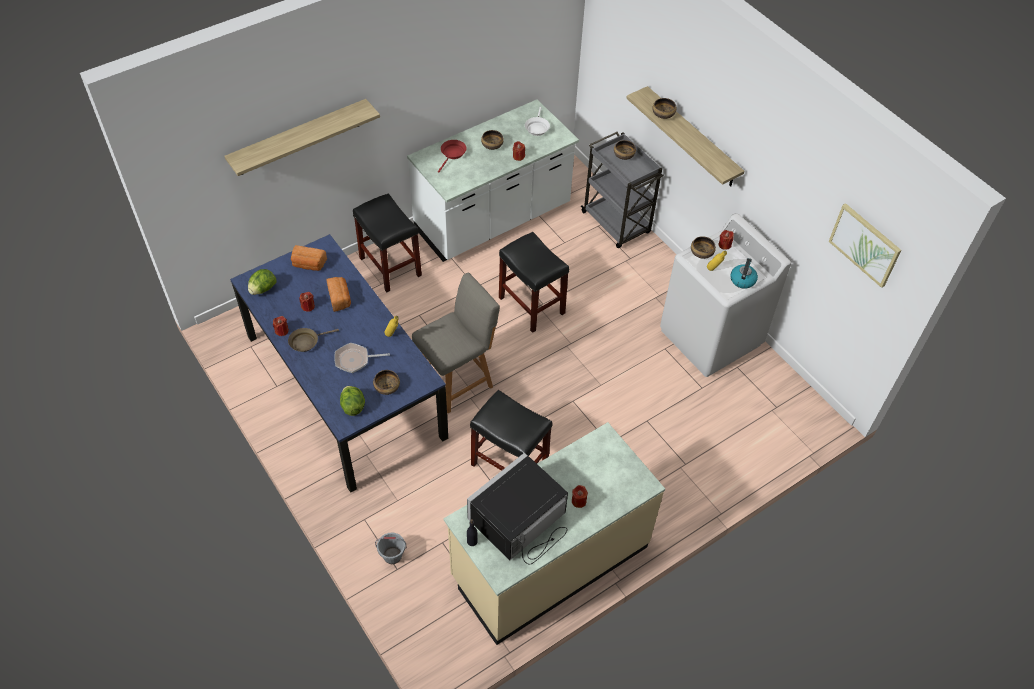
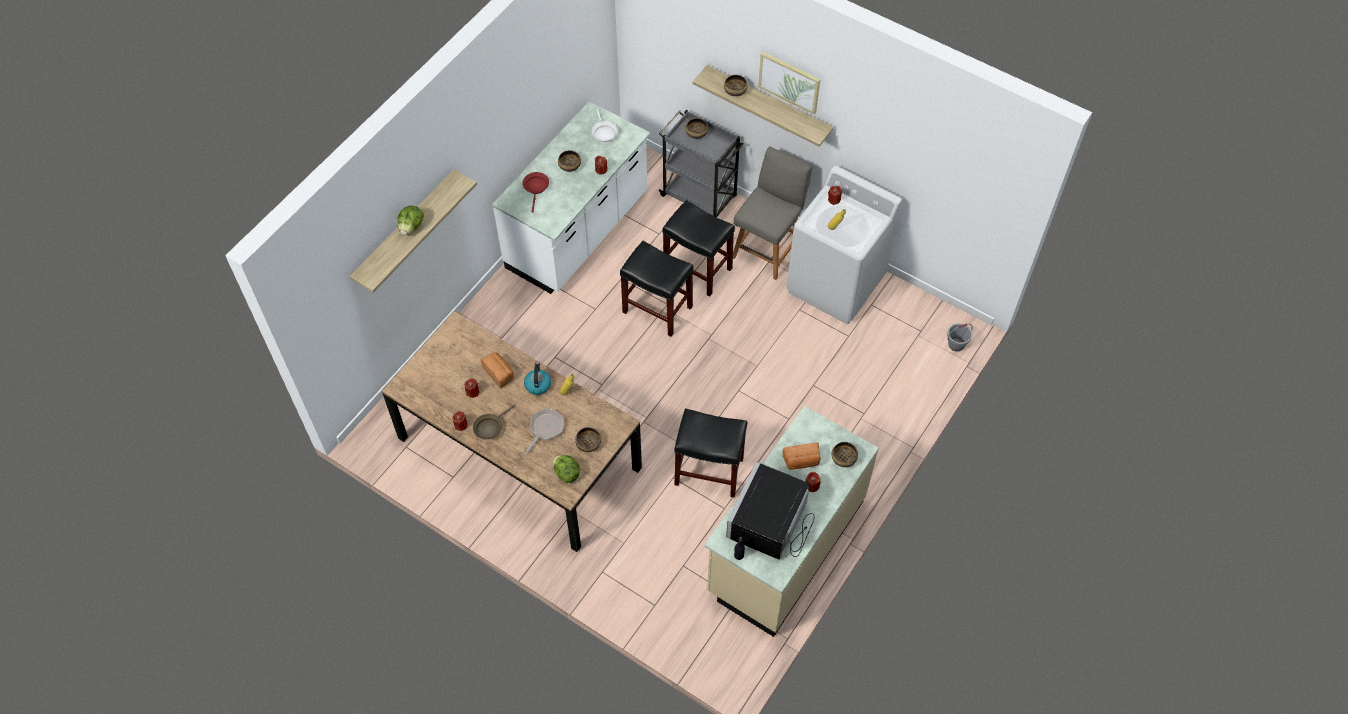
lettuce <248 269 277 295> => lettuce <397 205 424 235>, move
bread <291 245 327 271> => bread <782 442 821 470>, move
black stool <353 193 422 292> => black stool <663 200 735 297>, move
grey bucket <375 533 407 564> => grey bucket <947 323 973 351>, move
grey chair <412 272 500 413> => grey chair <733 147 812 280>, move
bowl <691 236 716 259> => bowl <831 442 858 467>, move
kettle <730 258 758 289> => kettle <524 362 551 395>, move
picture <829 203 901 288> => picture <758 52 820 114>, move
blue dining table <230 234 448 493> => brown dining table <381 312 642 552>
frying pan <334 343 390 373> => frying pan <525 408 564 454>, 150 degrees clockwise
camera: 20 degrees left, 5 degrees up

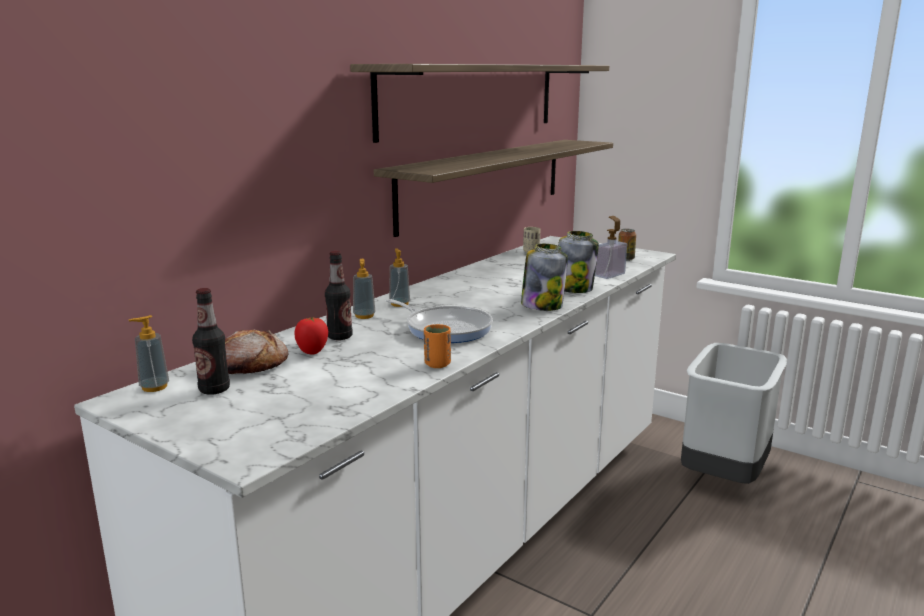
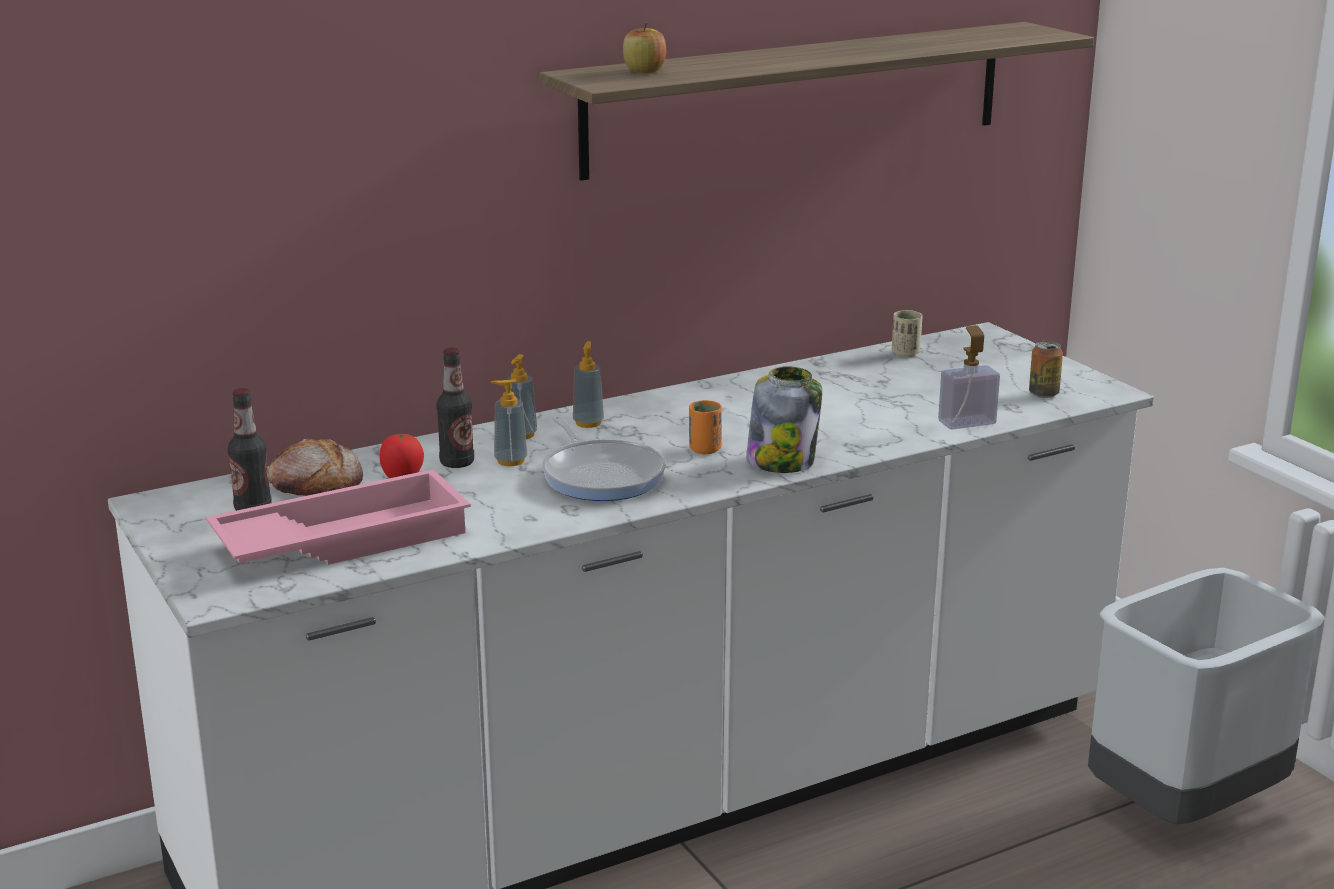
shelf <374 140 613 237> => nothing
jar <558 231 599 293> => nothing
nothing => pink tray <206 469 471 565>
nothing => apple <623 23 666 73>
soap dispenser <129 315 169 392> => soap dispenser <491 379 527 466>, move
orange cup <424 324 451 368> => orange cup <689 400 722 454>, move
camera: 25 degrees right, 5 degrees up

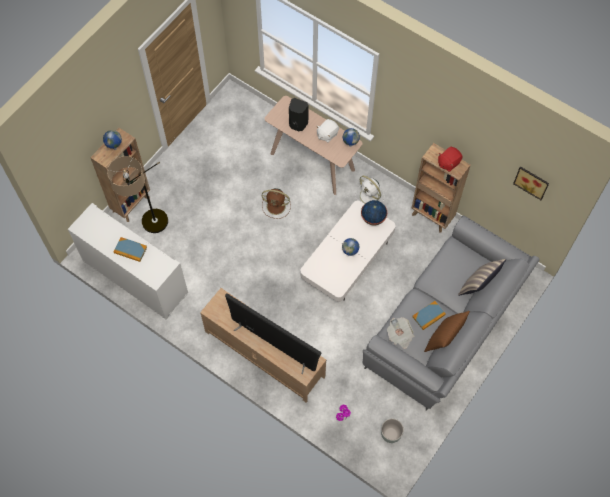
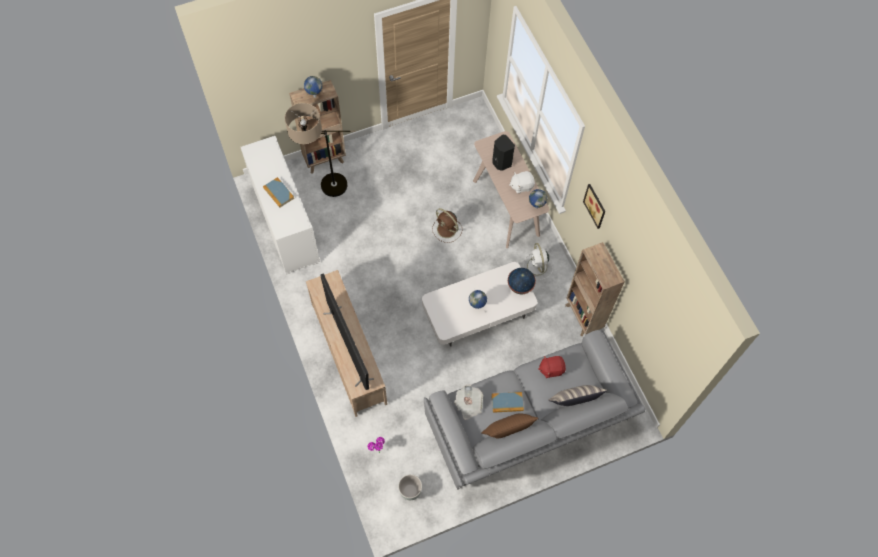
red plush toy <438 147 463 172> => red plush toy <538 356 566 378>, move
picture <513 166 549 200> => picture <583 184 606 229>, move
camera: 30 degrees right, 0 degrees up

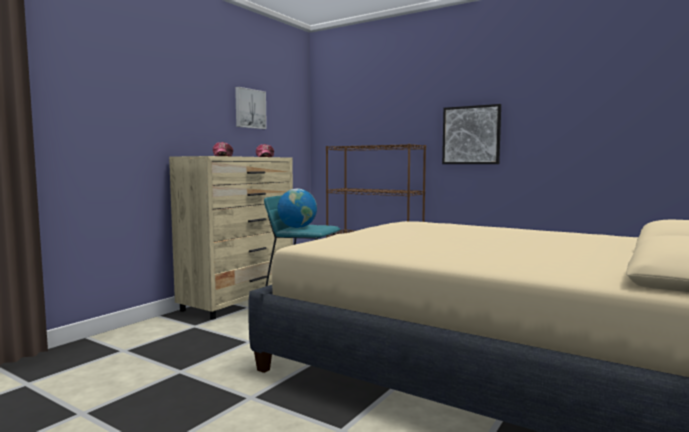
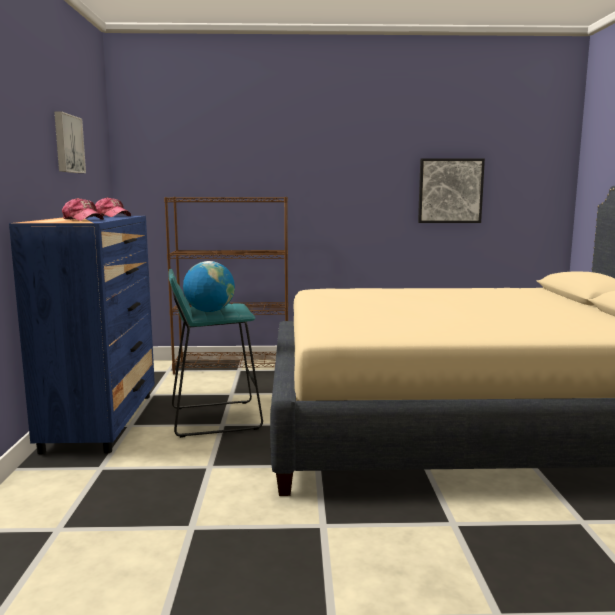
picture <442 104 501 164> => picture <418 158 485 223>, move
beige dresser <169 156 293 320> => blue dresser <9 216 155 454>
camera: 35 degrees left, 5 degrees up

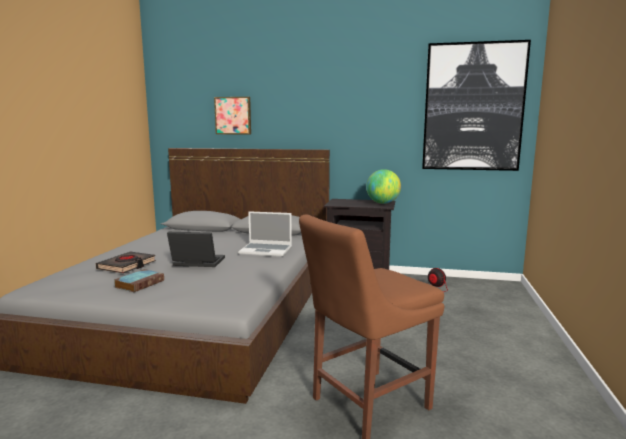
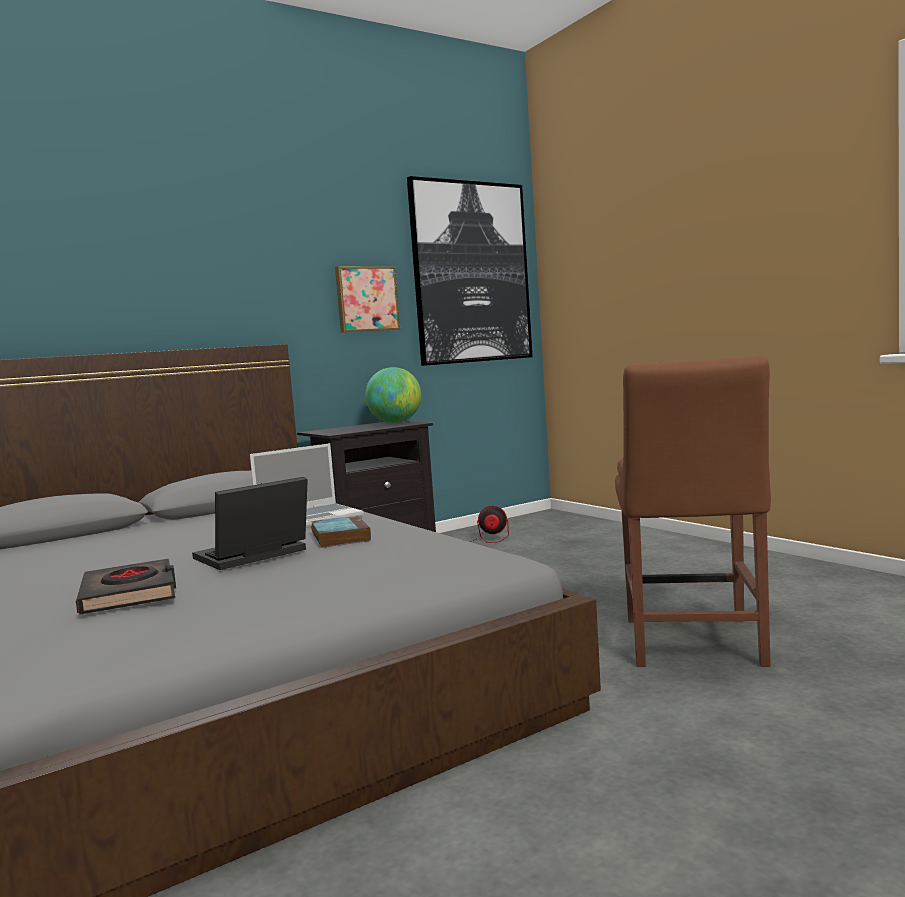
book <114 269 164 292> => book <311 515 371 548>, move
picture <214 97 251 134> => picture <335 266 400 333>, move
camera: 45 degrees left, 5 degrees down

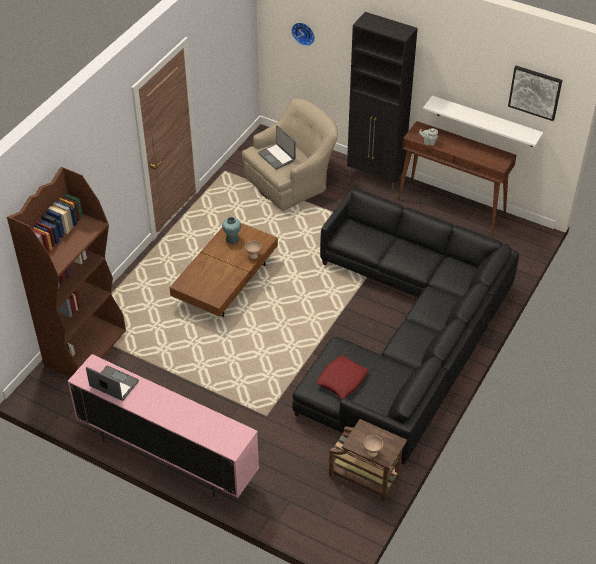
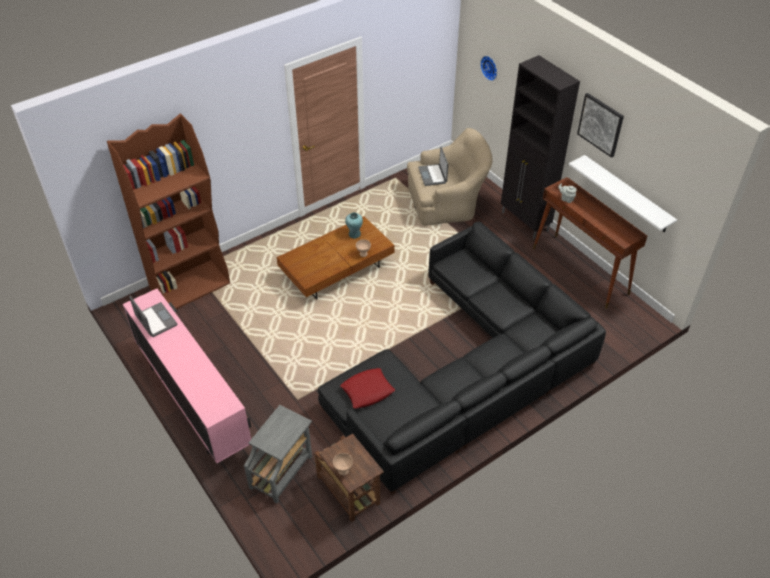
nothing => grey side table <244 405 312 504>
picture <508 66 562 121> => picture <577 93 624 158>, move
camera: 25 degrees right, 0 degrees up

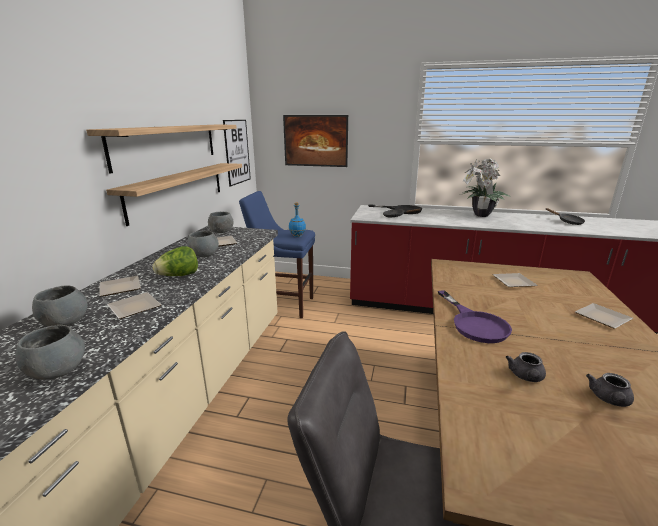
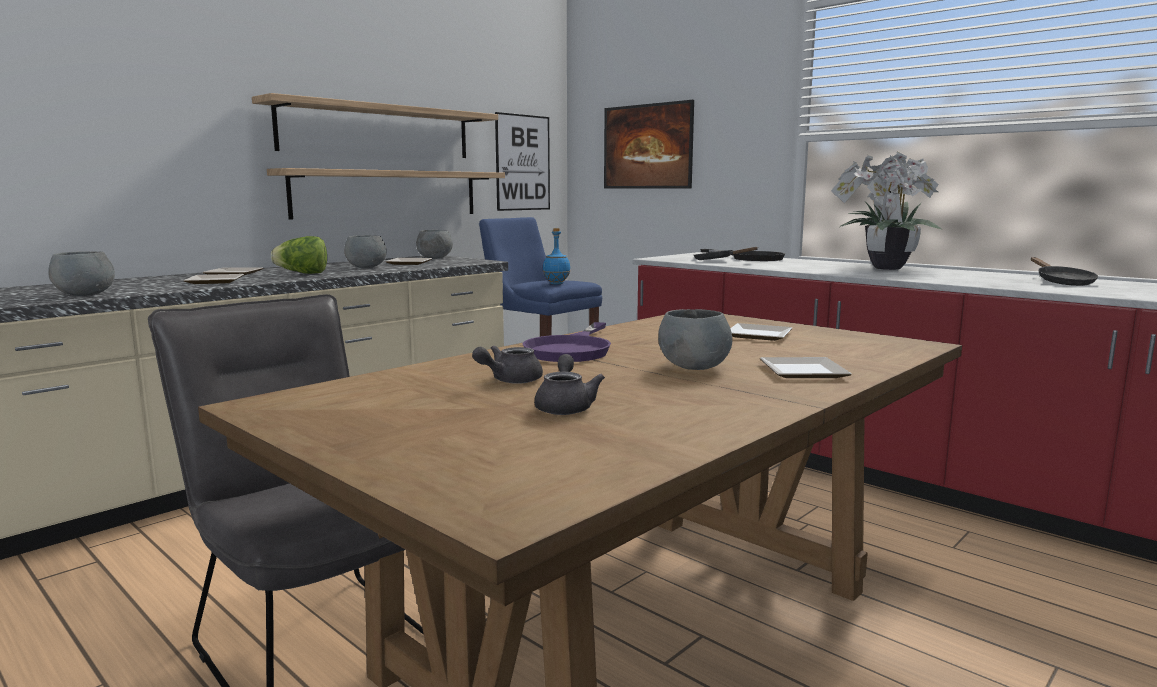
grey bowl <32 286 88 326> => grey bowl <658 309 732 370>, move
grey teapot <586 373 634 407> => grey teapot <534 354 605 415>, 120 degrees clockwise
camera: 30 degrees right, 10 degrees down

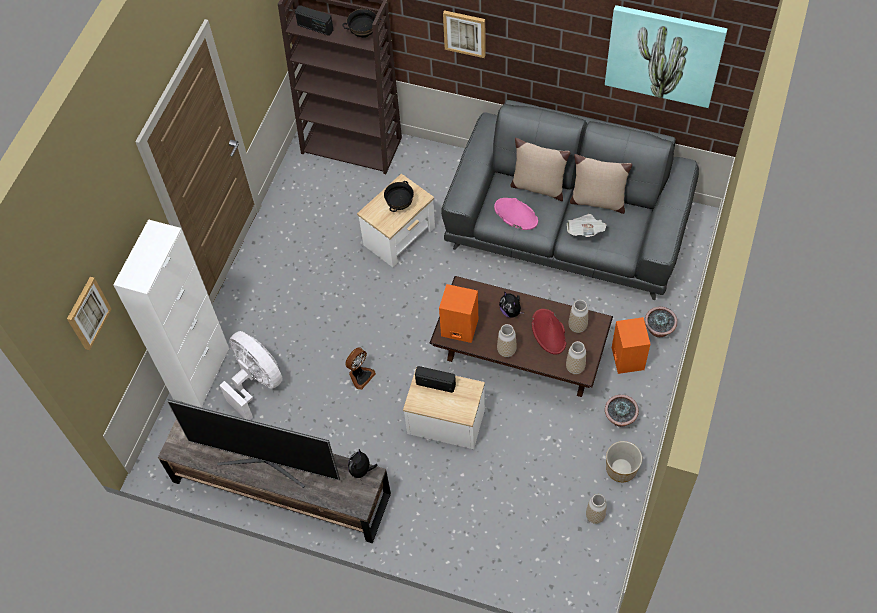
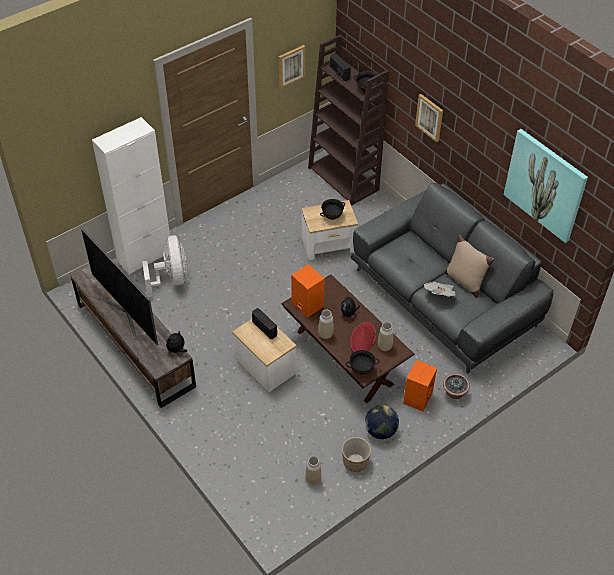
fan <345 347 376 390> => nothing
pink hat <494 198 538 230> => nothing
beige pillow <510 138 570 201> => nothing
picture <67 277 112 350> => picture <279 45 305 88>, move
vase <566 341 586 374> => black bowl <346 350 379 374>
potted plant <605 395 639 427> => globe <365 405 399 439>
camera: 30 degrees right, 10 degrees down

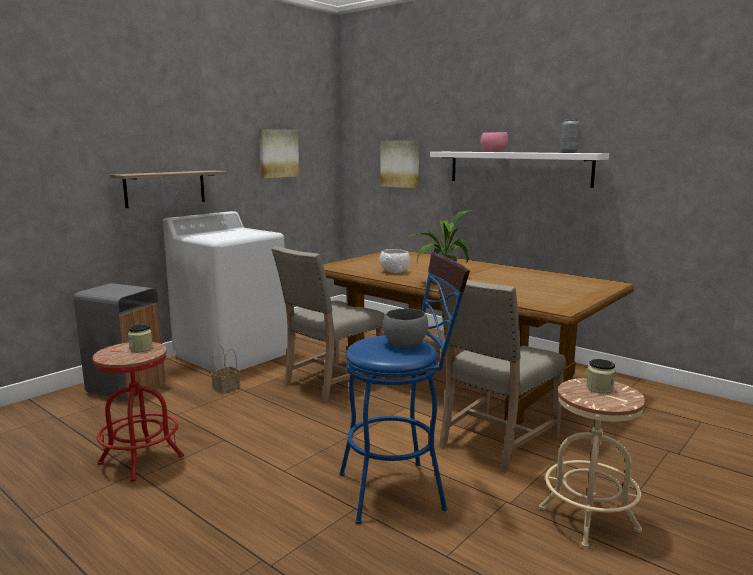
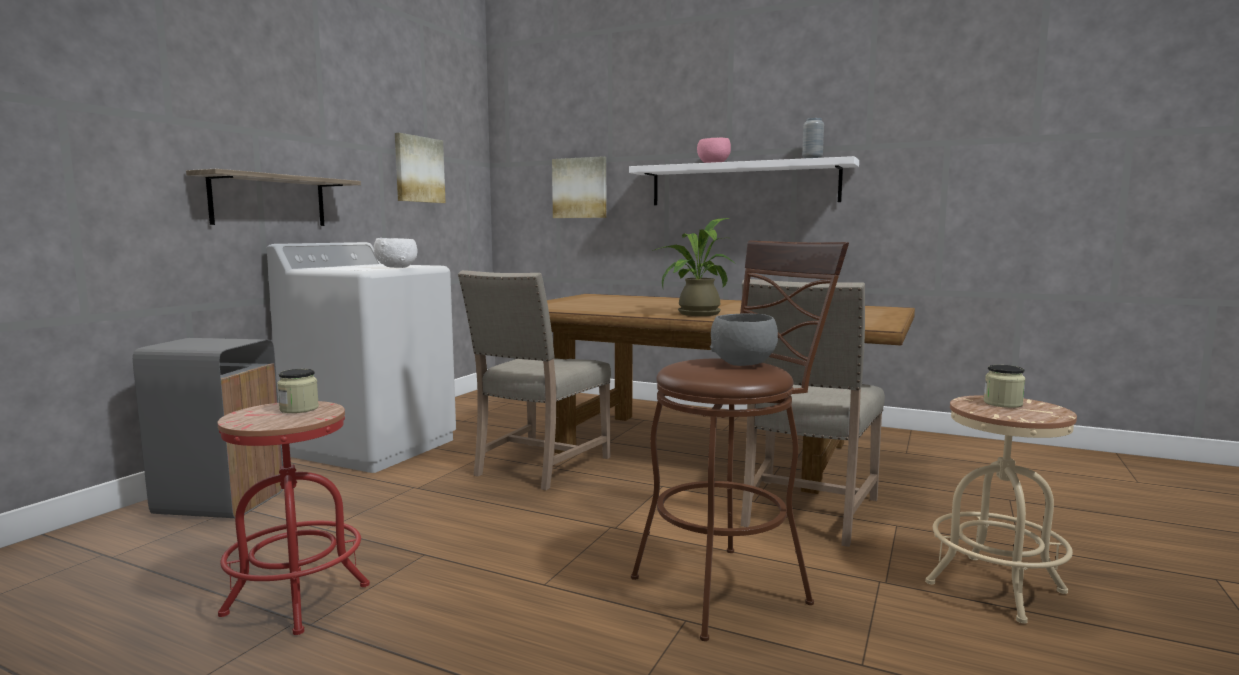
basket <211 344 240 393> => nothing
white bowl <380 249 410 273> => white bowl <374 238 417 268>, move
blue stool <340 252 470 524> => brown stool <631 240 849 641>
camera: 15 degrees left, 5 degrees down

